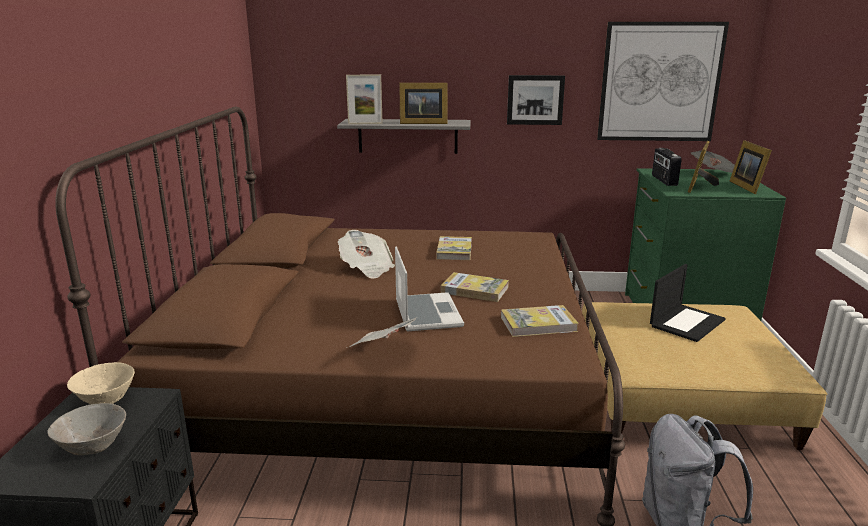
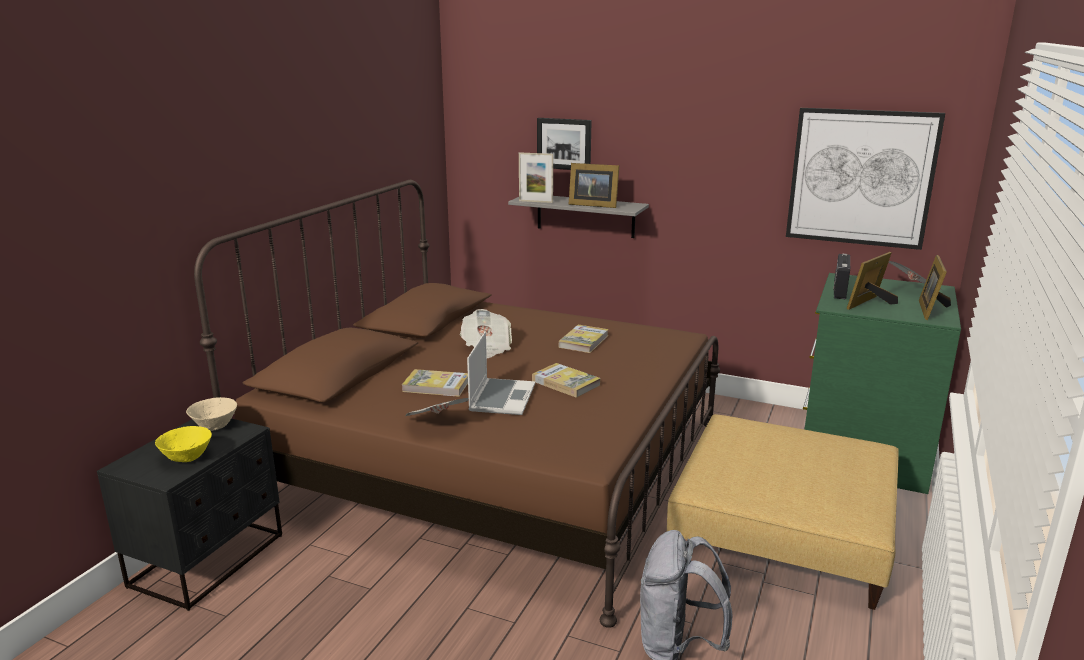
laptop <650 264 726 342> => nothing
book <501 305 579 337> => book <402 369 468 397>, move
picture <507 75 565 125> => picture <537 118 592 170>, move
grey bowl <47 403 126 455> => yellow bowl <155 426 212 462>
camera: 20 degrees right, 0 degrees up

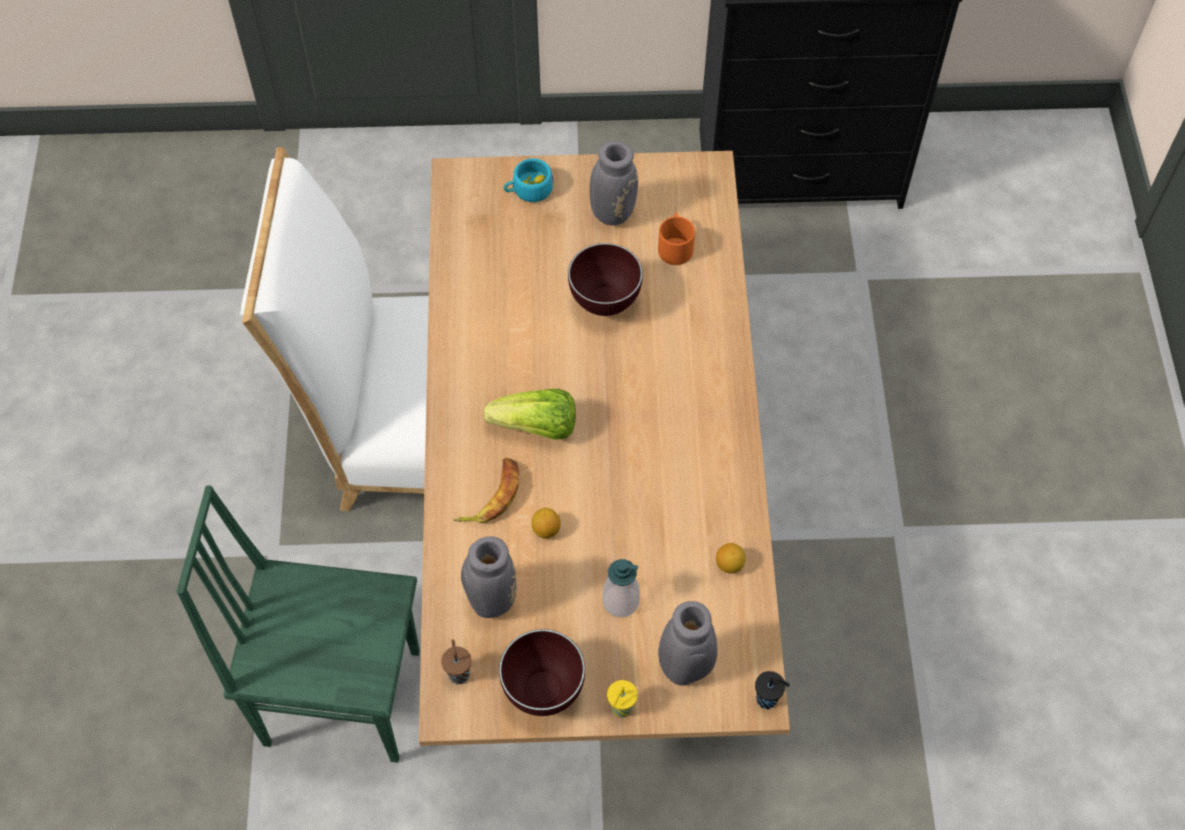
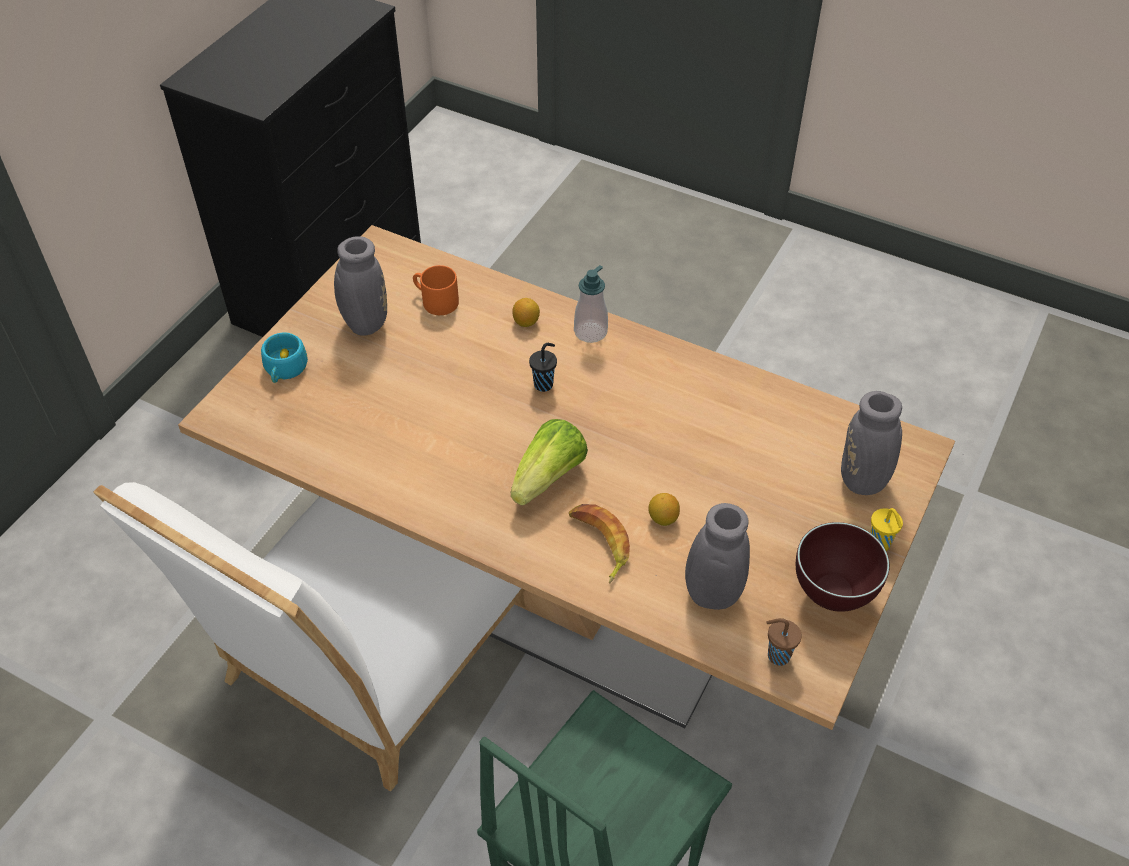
brown bowl <568 243 643 316> => nothing
soap dispenser <603 559 640 617> => soap dispenser <574 265 608 343>, move
lemon <716 543 746 574> => lemon <512 298 540 327>, move
black cup <755 671 790 709> => black cup <529 343 557 392>, move
camera: 60 degrees left, 10 degrees down

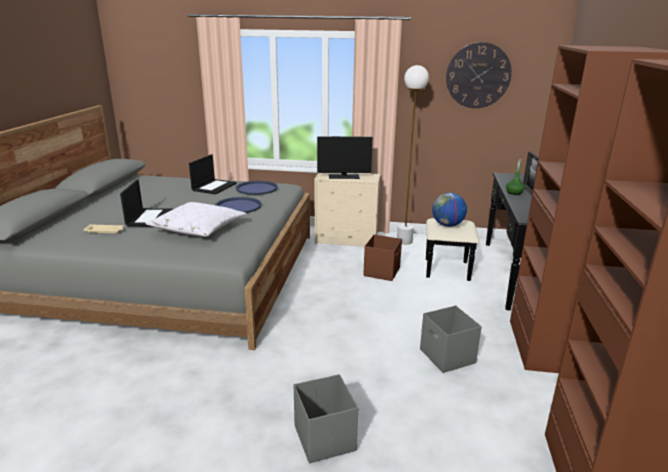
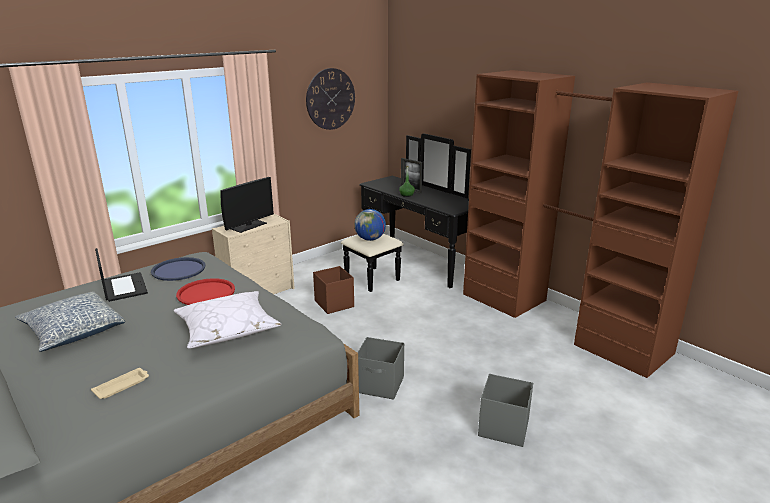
laptop <120 179 173 227> => nothing
white floor lamp <397 65 429 245> => nothing
nothing => pillow <15 291 125 352>
grey storage box <420 306 482 373> => grey storage box <357 337 404 400>, move
blue tray <215 197 262 213> => red tray <176 278 235 305>
camera: 50 degrees left, 0 degrees up

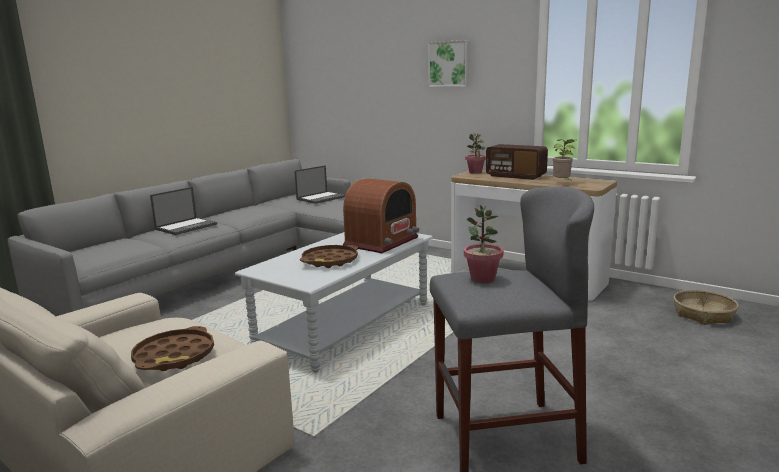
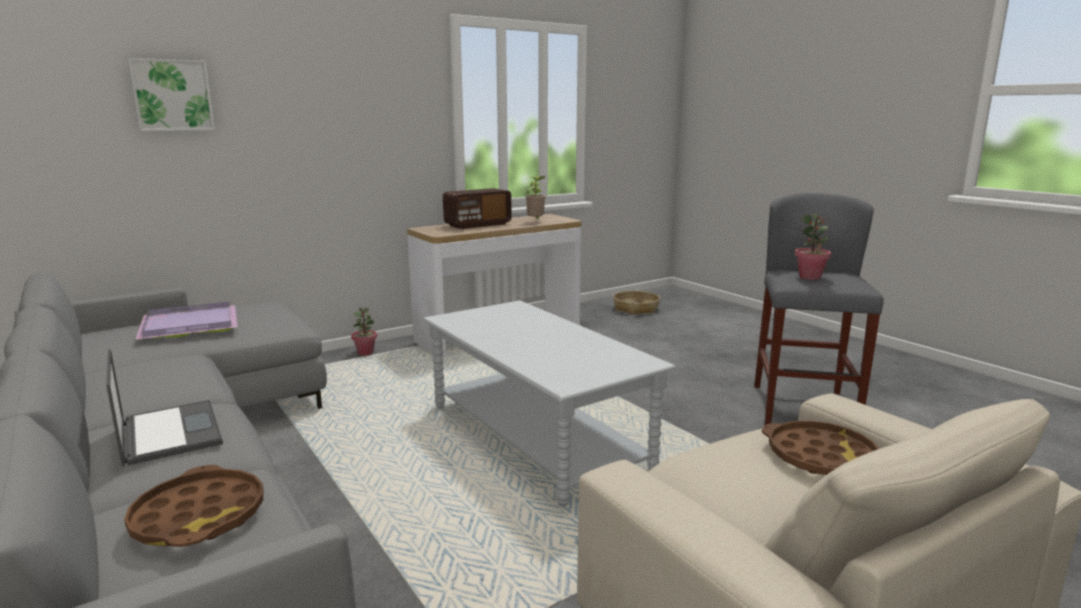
radio <343 178 419 253> => nothing
brown tray <300 245 358 268> => brown tray <124 465 263 547>, move
picture <428 40 469 87> => picture <128 58 215 131>, move
potted plant <465 133 486 174> => potted plant <351 308 377 356>, move
laptop <294 165 345 204> => purple tray <135 302 238 340>
camera: 70 degrees left, 0 degrees up

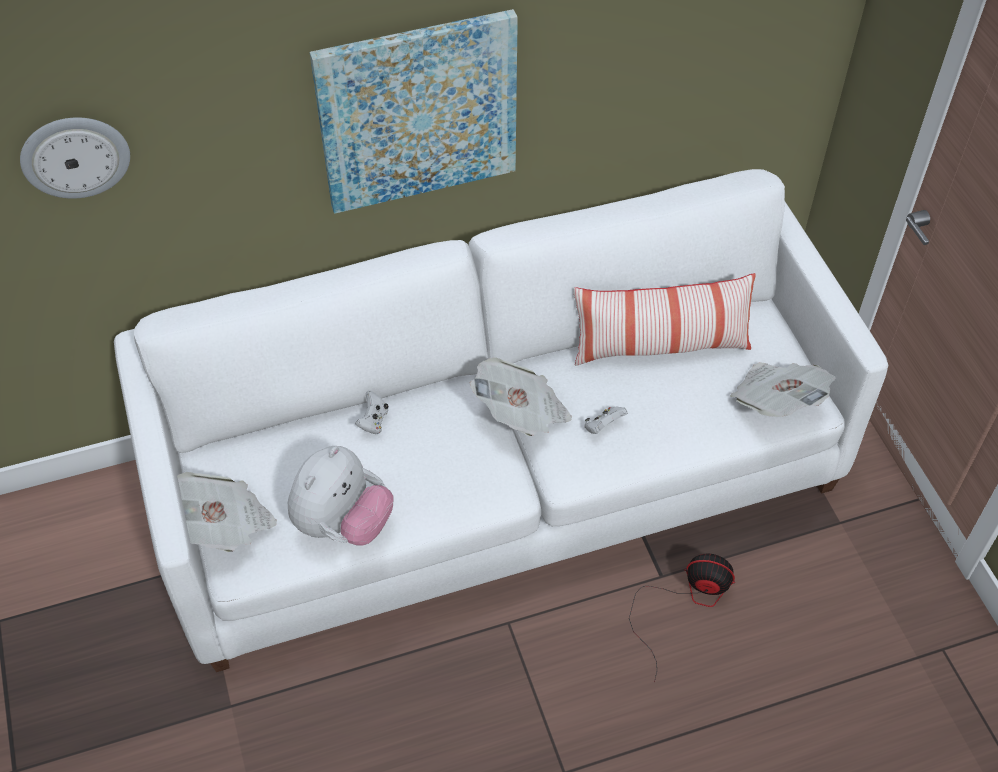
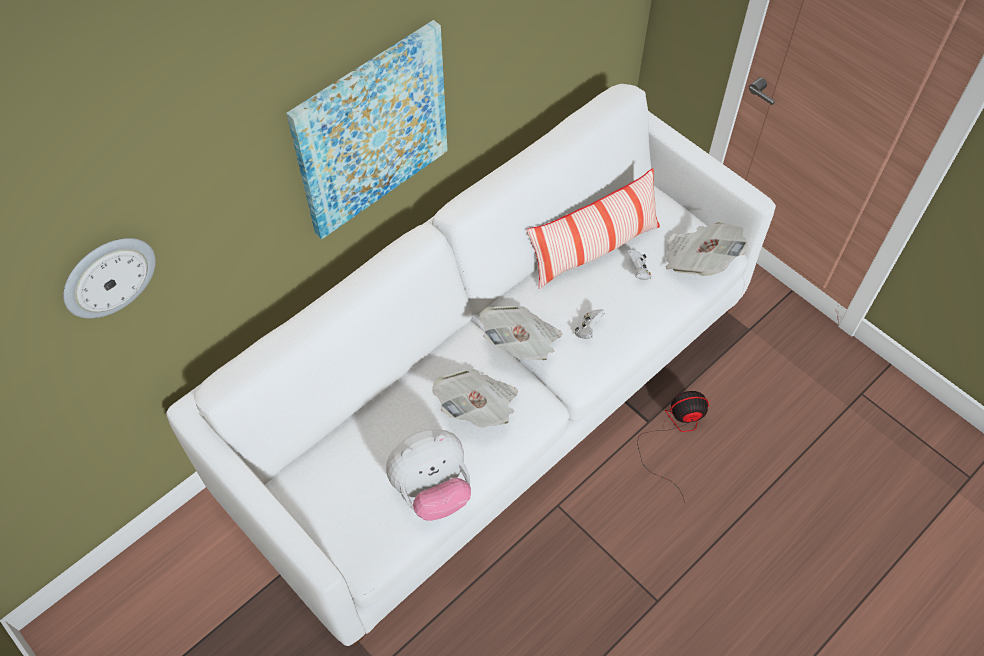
newspaper <177 472 277 552> => newspaper <432 369 518 428>, move
white game controller <355 391 388 434> => white game controller <627 249 651 280>, move
plush toy <288 446 393 546> => plush toy <386 429 471 521>, 60 degrees clockwise
camera: 25 degrees left, 5 degrees up

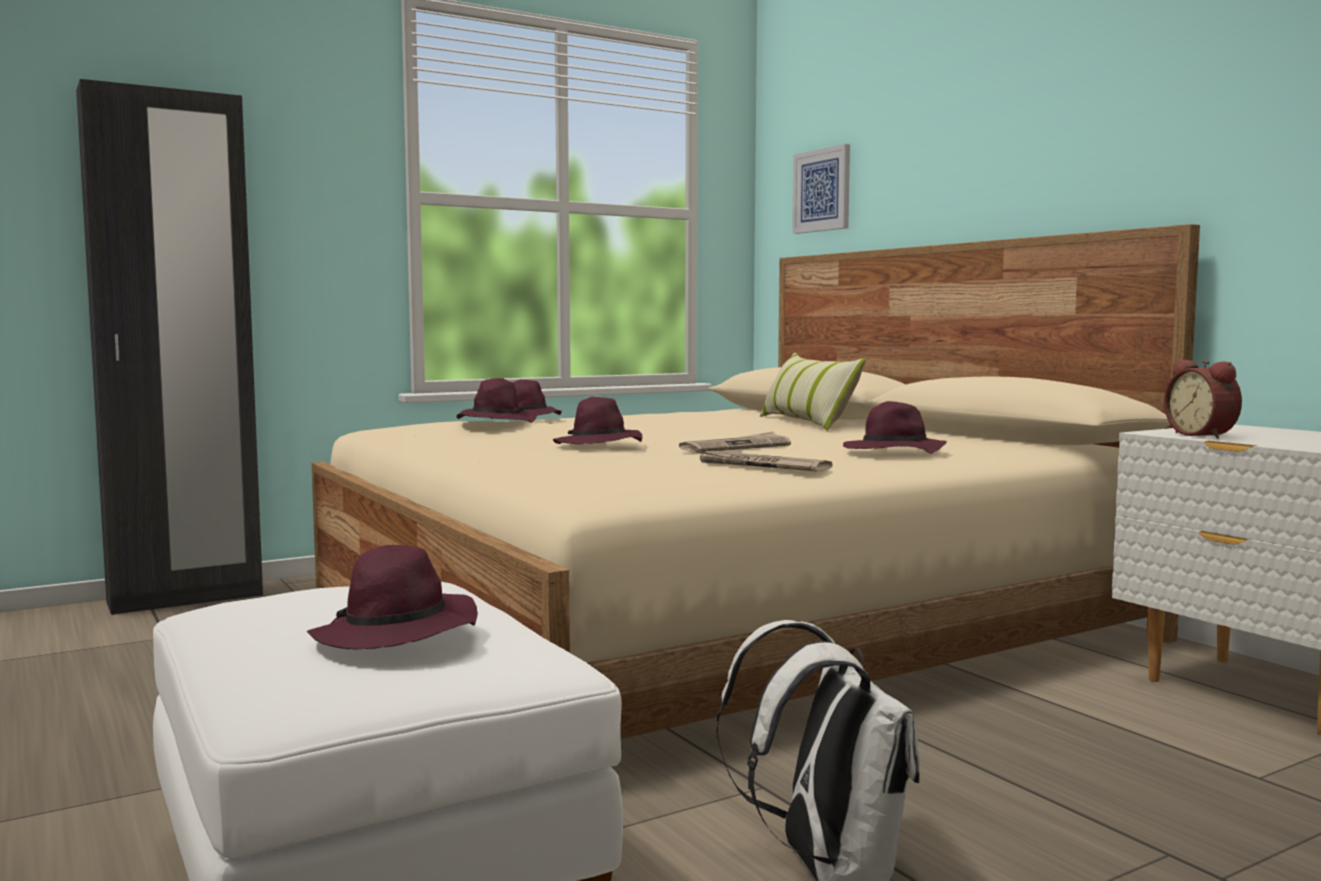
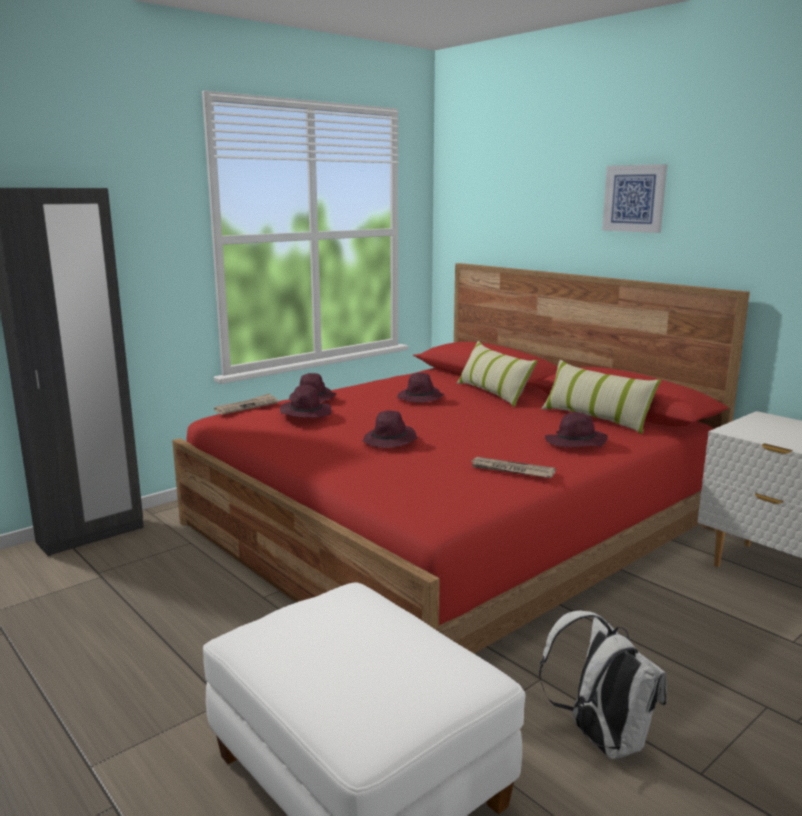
alarm clock <1164 360 1242 439> => nothing
nothing => pillow <542 360 661 434>
purple hat <307 545 478 649> => purple hat <398 373 444 403>, move
newspaper <679 431 791 453> => newspaper <214 393 278 415>, move
picture <792 144 850 234> => picture <602 164 667 233>, move
beige bed <312 224 1200 739> => red bed <172 263 750 654>
camera: 10 degrees left, 10 degrees up

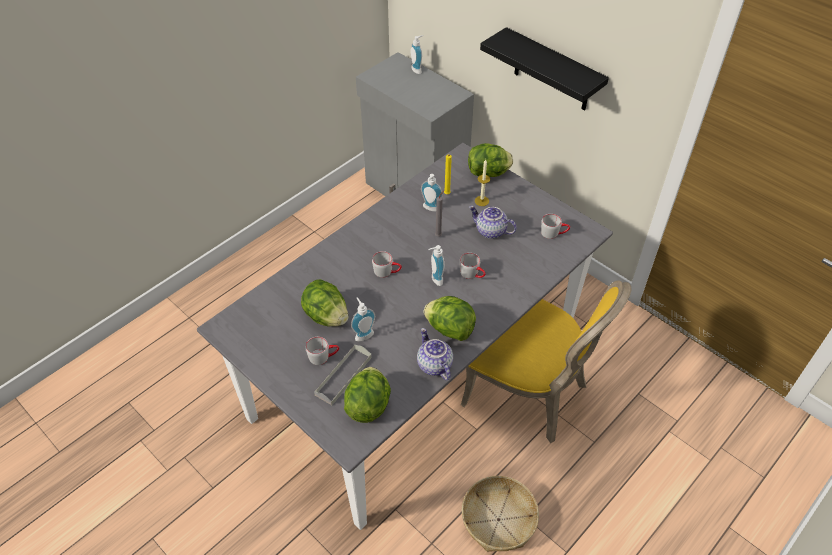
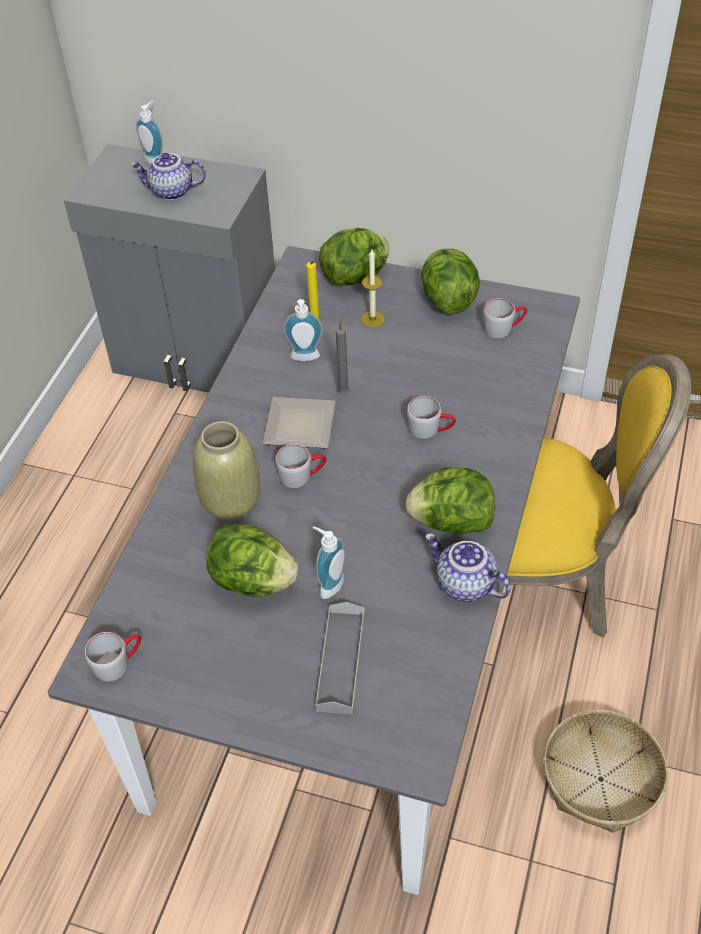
soap dispenser <428 245 444 286> => nothing
black shelf <480 27 609 111> => nothing
nothing => beige vase <193 421 261 520>
nothing => plate <263 397 336 449>
grey mug <305 337 339 365> => grey mug <85 632 141 682>, move
lettuce <344 367 391 423> => lettuce <421 248 480 314>, move
teapot <469 206 517 239> => teapot <130 153 206 200>, move
camera: 25 degrees left, 0 degrees up

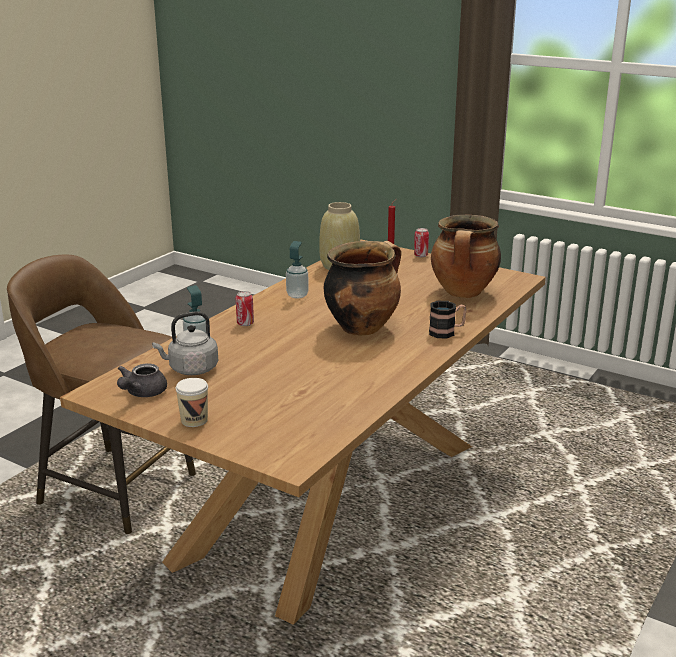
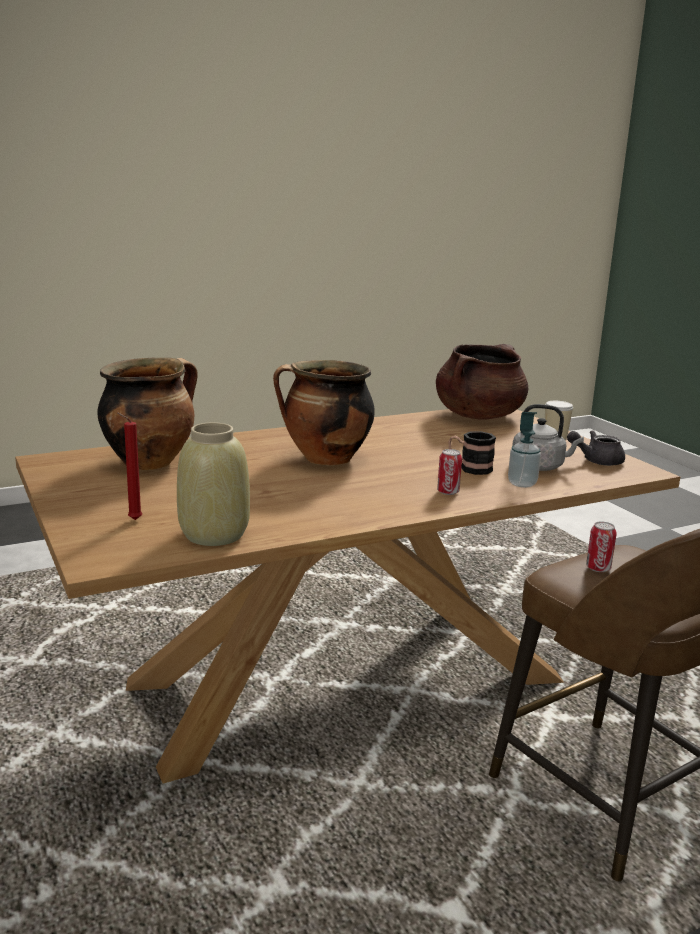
soap dispenser <286 241 309 299> => nothing
nothing => brown cooking pot <436 344 528 420>
can <414 228 429 257> => can <586 522 617 572>, move
mug <429 301 467 338> => mug <449 431 496 475>, move
grey teapot <117 363 167 397> => grey teapot <567 430 625 466>, 150 degrees counterclockwise
camera: 150 degrees left, 5 degrees down

